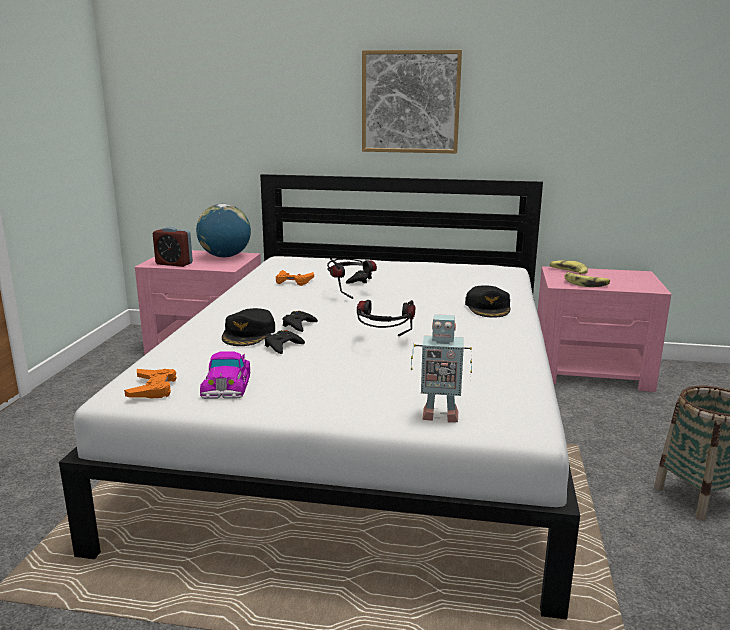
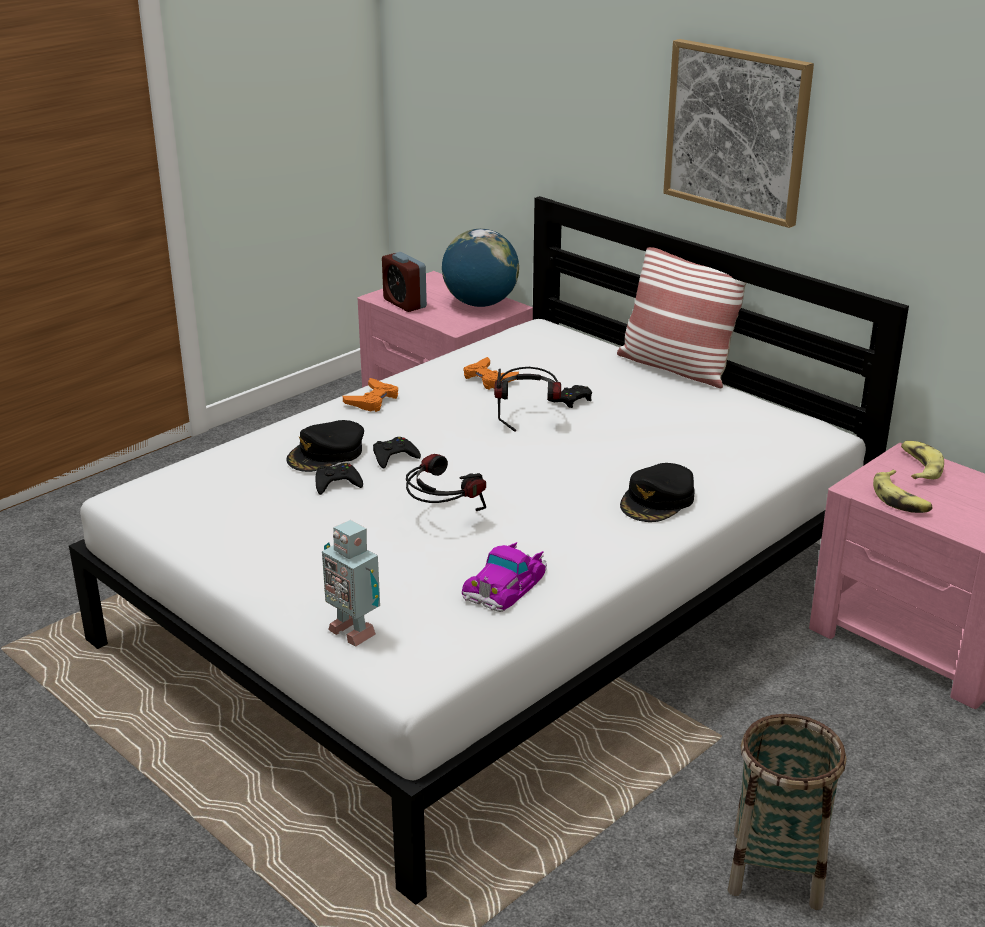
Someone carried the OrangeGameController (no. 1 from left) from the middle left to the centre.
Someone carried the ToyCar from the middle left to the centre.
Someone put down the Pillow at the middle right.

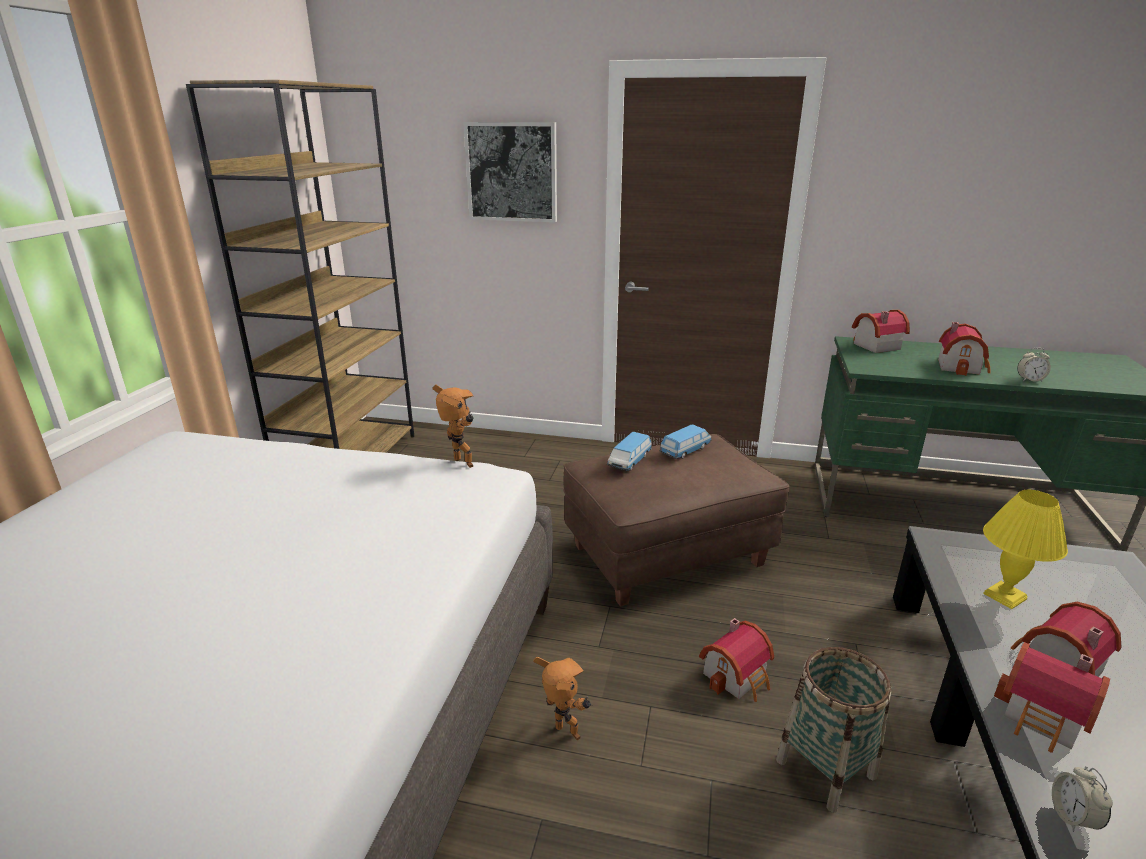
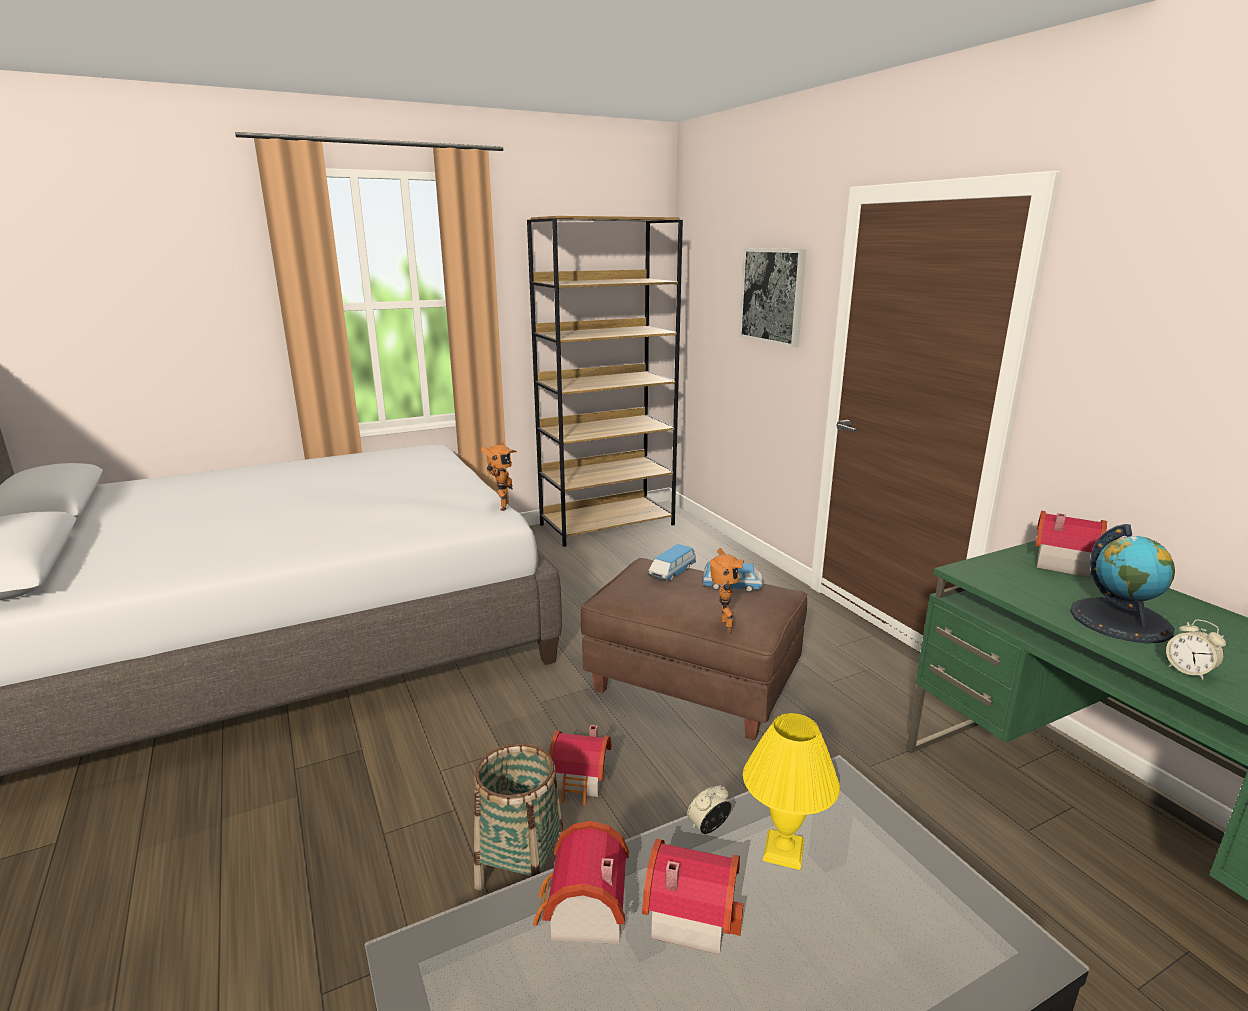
Someone carried the ToyRobot (no. 2 from left) from the bottom centre to the centre.
Someone rotated the ToyCar (no. 1 from left) at the centre by 45 degrees counterclockwise.
Someone swapped the ToyHouse (no. 3 from left) at the middle right for the Globe at the middle right.
Someone carried the AlarmClock (no. 2 from left in the first image) from the bottom right to the bottom centre.

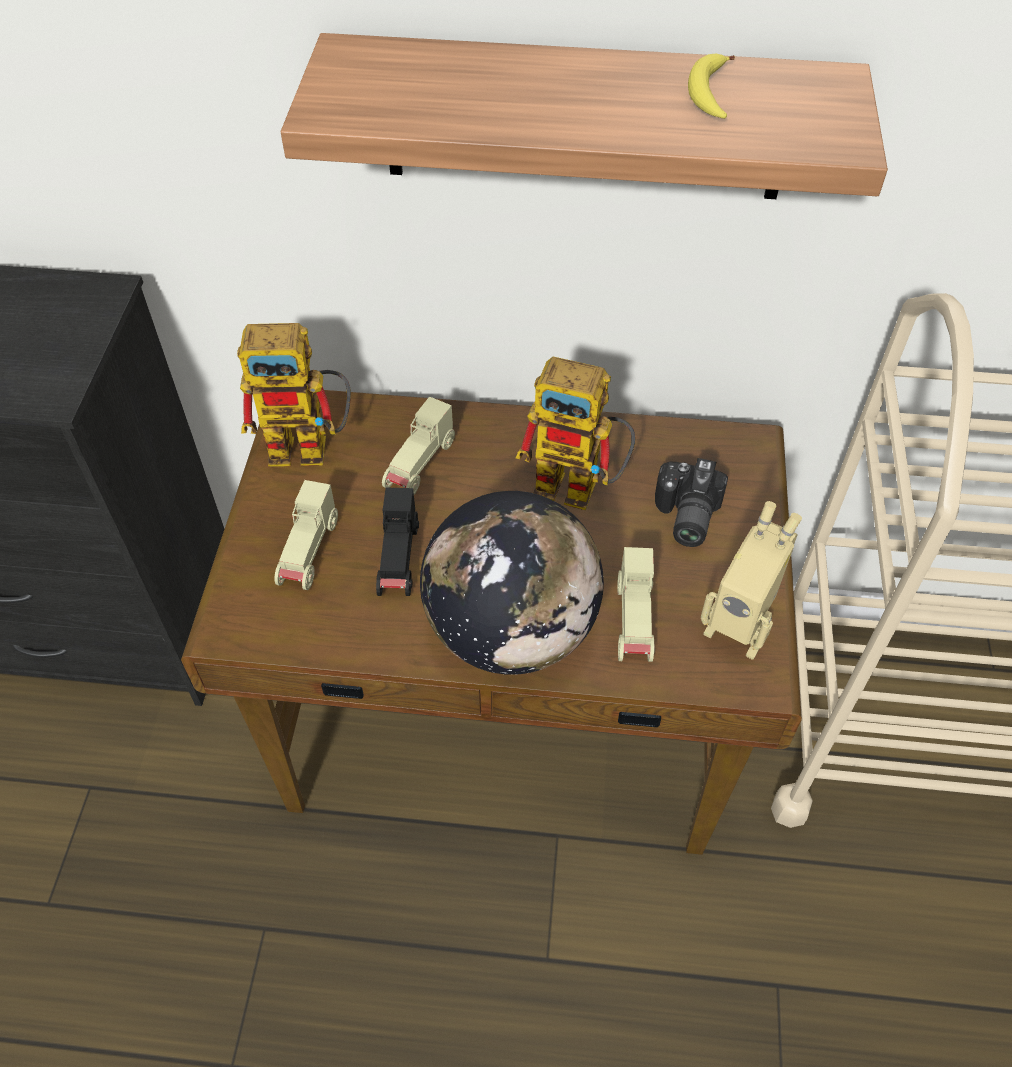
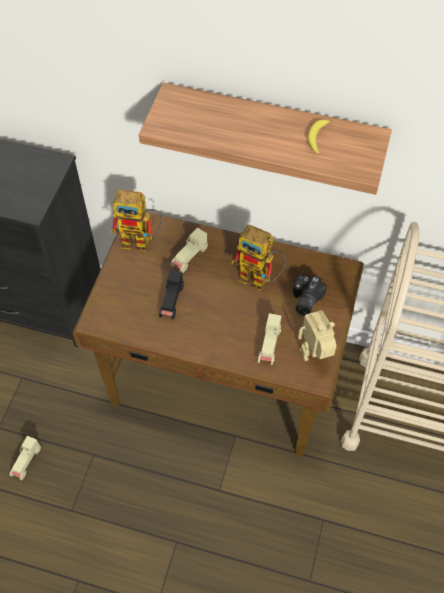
Someone carried the BeigeToyCar (no. 1 from left) from the middle left to the bottom left.
Someone took away the Globe at the centre.
Someone rotated the ToyRobot (no. 3 from left) at the middle right by 120 degrees clockwise.

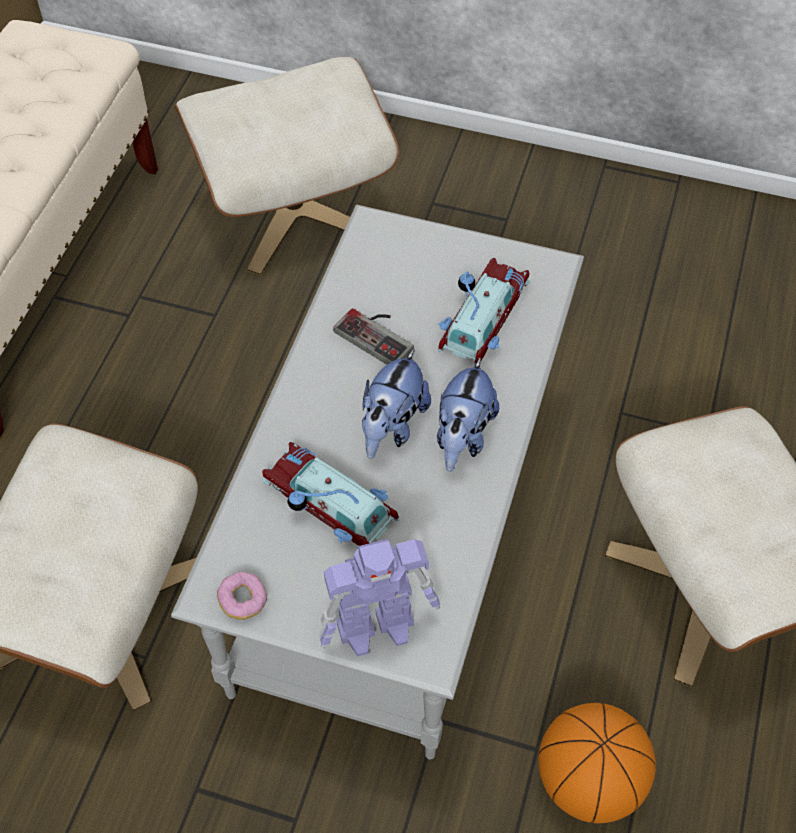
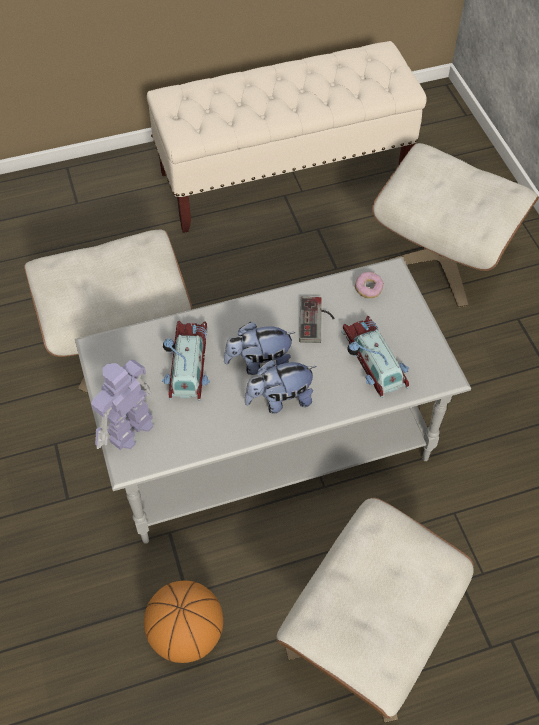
Someone carried the Donut from the bottom left to the middle right.
Someone rotated the ToyRobot at the bottom centre by 90 degrees clockwise.
Someone rotated the ToyCar (no. 2 from left) at the centre by 105 degrees counterclockwise.

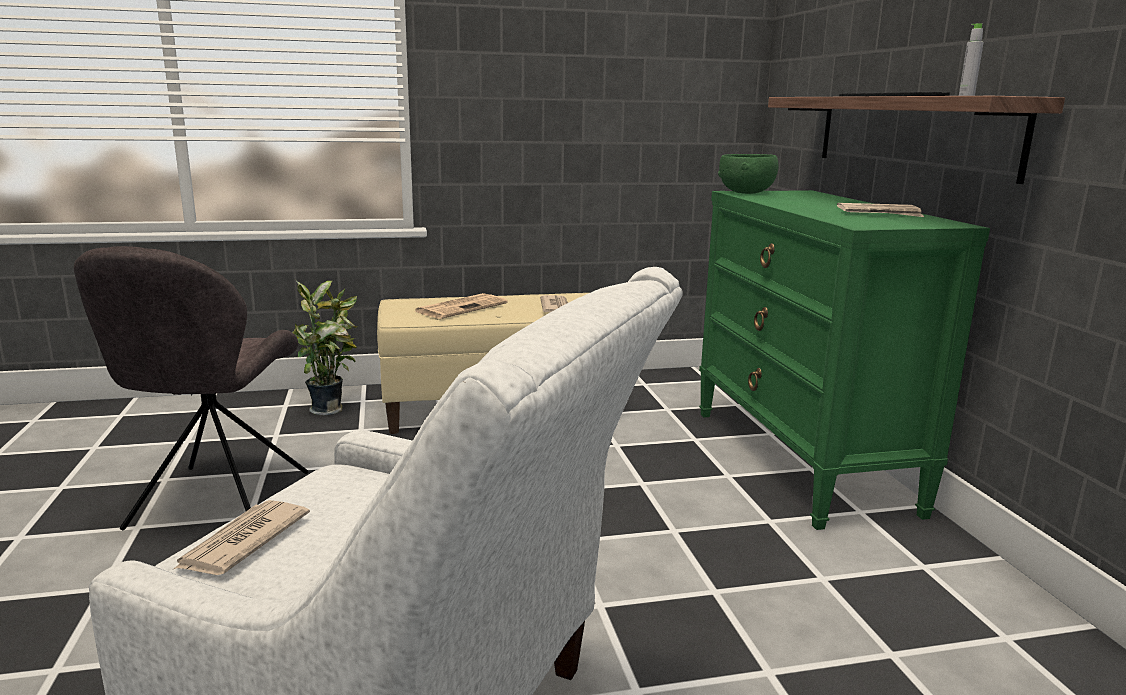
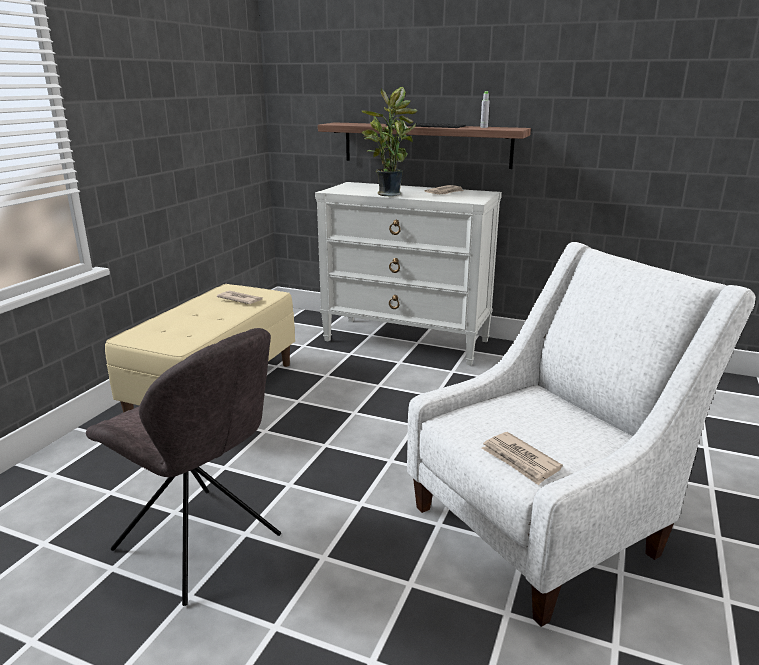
Someone carried the PottedPlant from the middle left to the top centre.
Someone took away the Newspaper (no. 2 from left) at the centre.
Someone repainted the GreenDresser at the middle right, which became the WhiteDresser at the centre.
Someone took away the GreenBowl at the top centre.

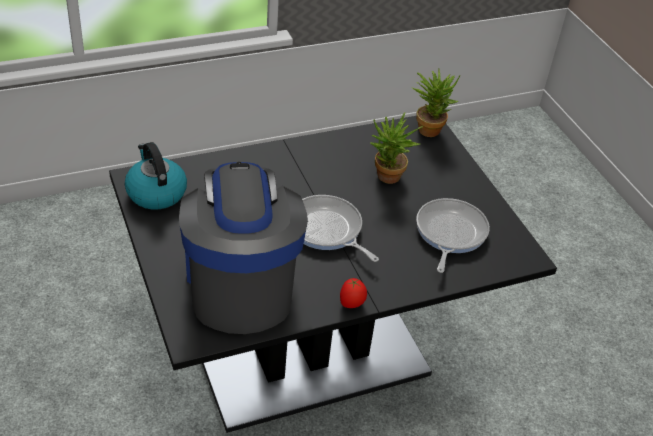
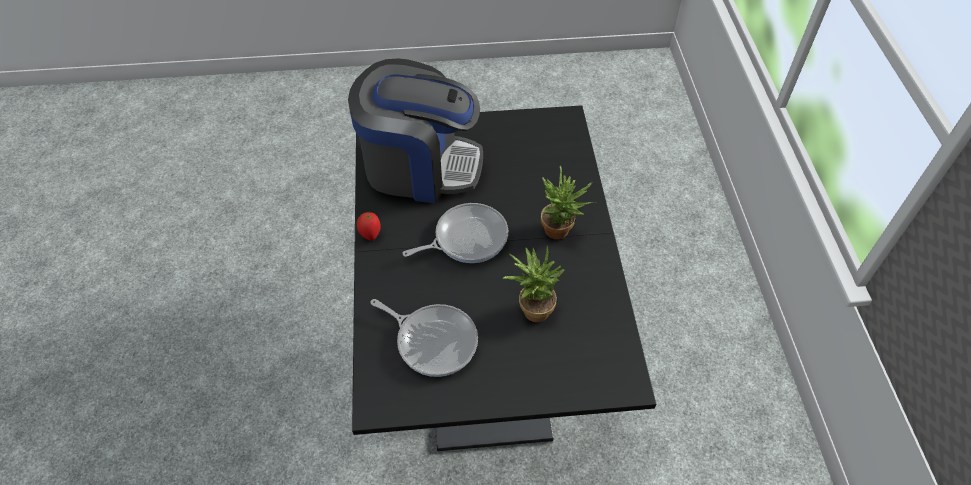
Someone took away the Kettle at the middle left.
Someone carried the PottedPlant (no. 2 from left) from the top right to the centre.

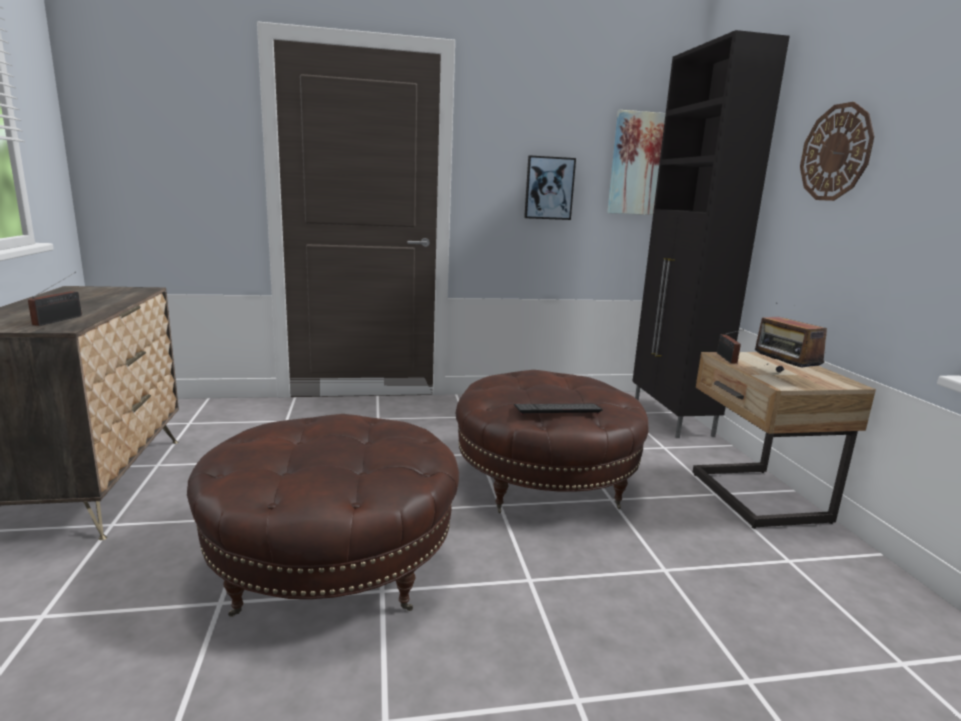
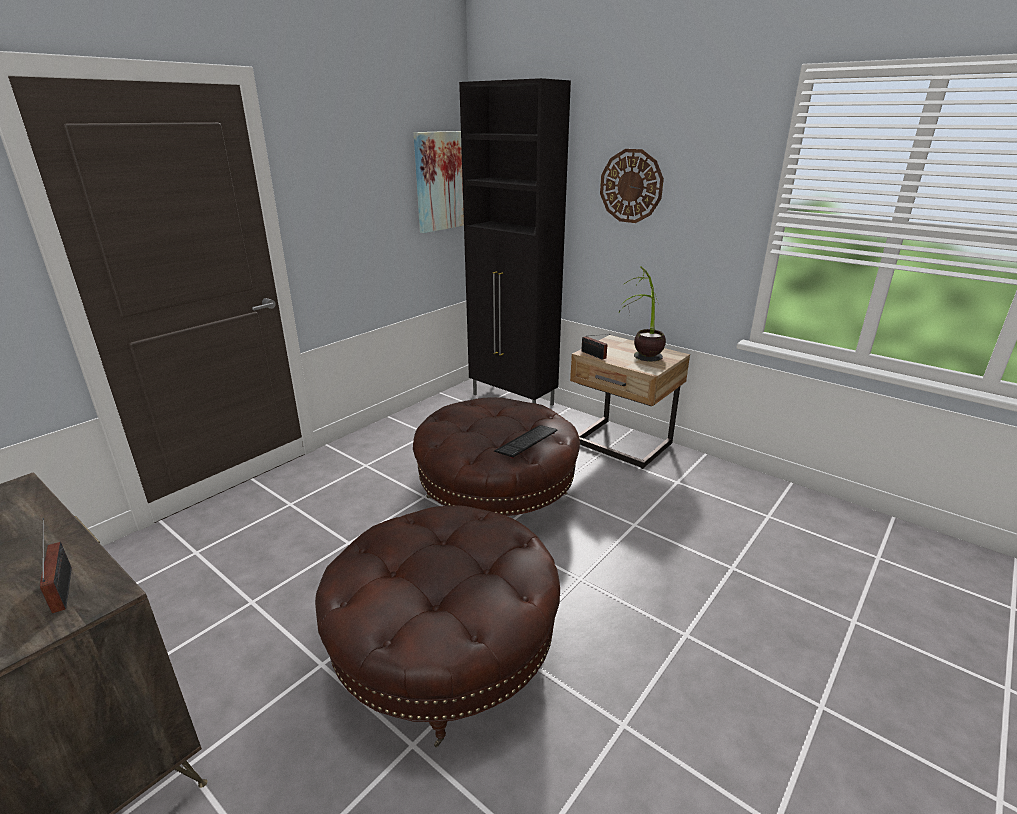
Someone took away the Picture (no. 1 from left) at the top centre.
Someone swapped the Radio (no. 3 from left) at the middle right for the PottedPlant at the centre.

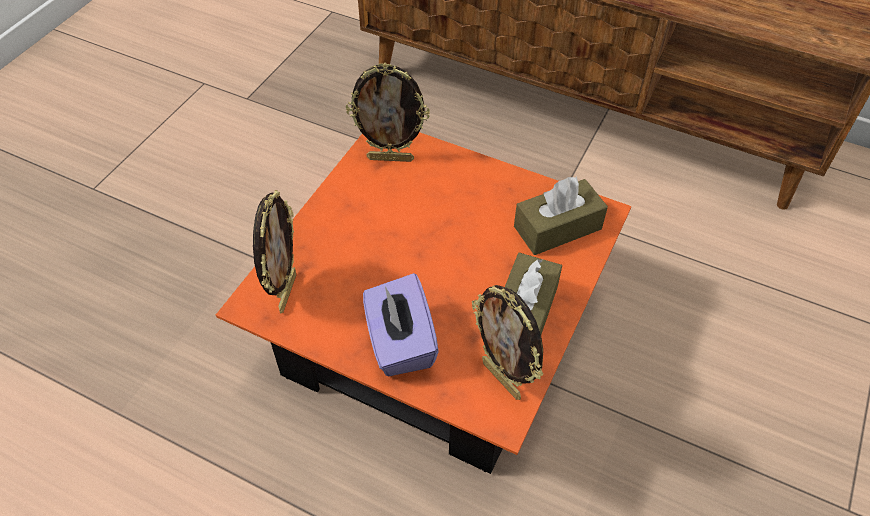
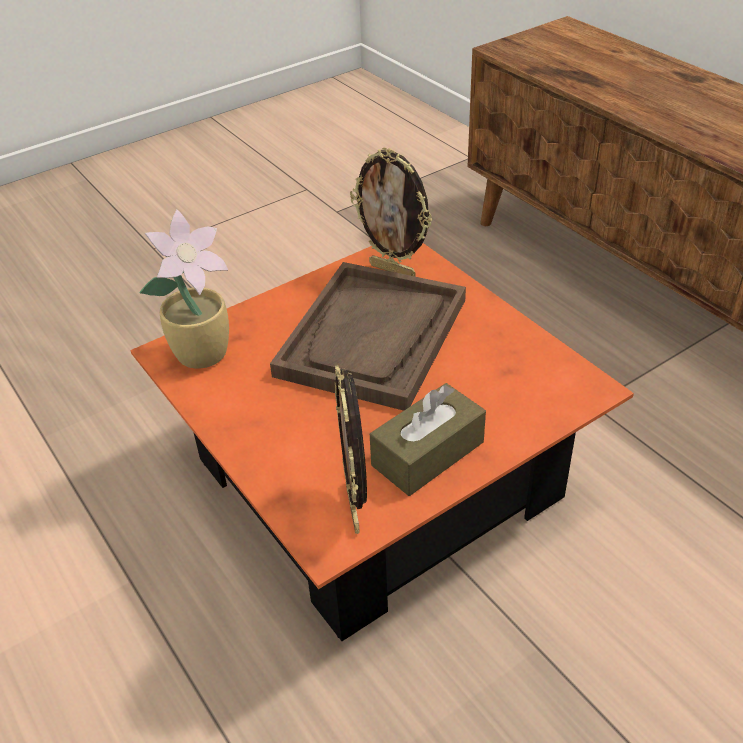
Someone swapped the PictureFrame (no. 1 from left) at the middle left for the PottedPlant at the middle left.
Someone took away the PurpleTissueBox at the centre.
Someone took away the BrownTissueBox (no. 2 from left) at the centre.
Someone put down the BrownTray at the centre.

